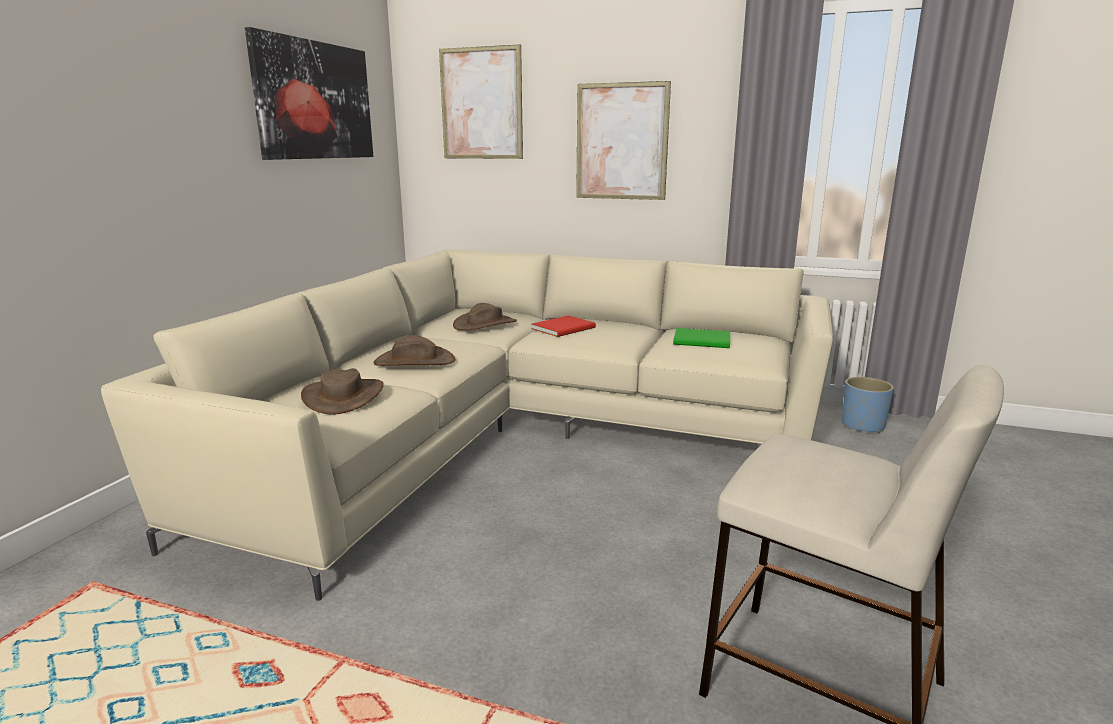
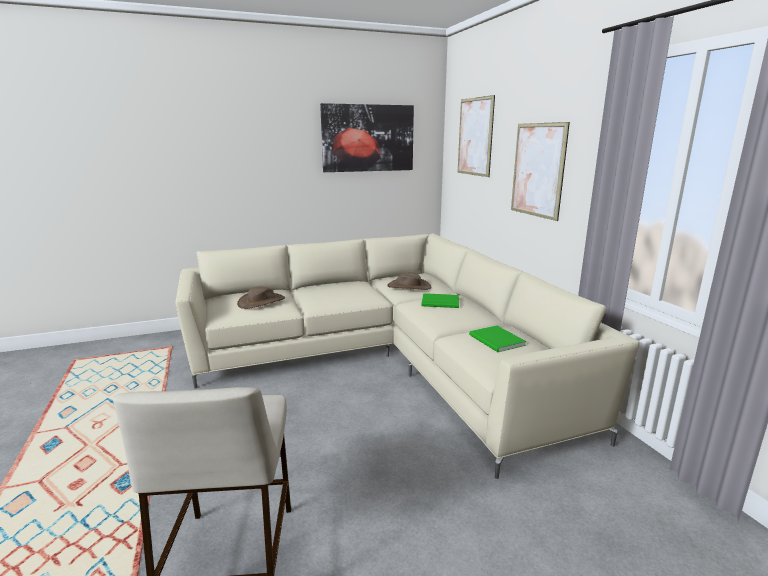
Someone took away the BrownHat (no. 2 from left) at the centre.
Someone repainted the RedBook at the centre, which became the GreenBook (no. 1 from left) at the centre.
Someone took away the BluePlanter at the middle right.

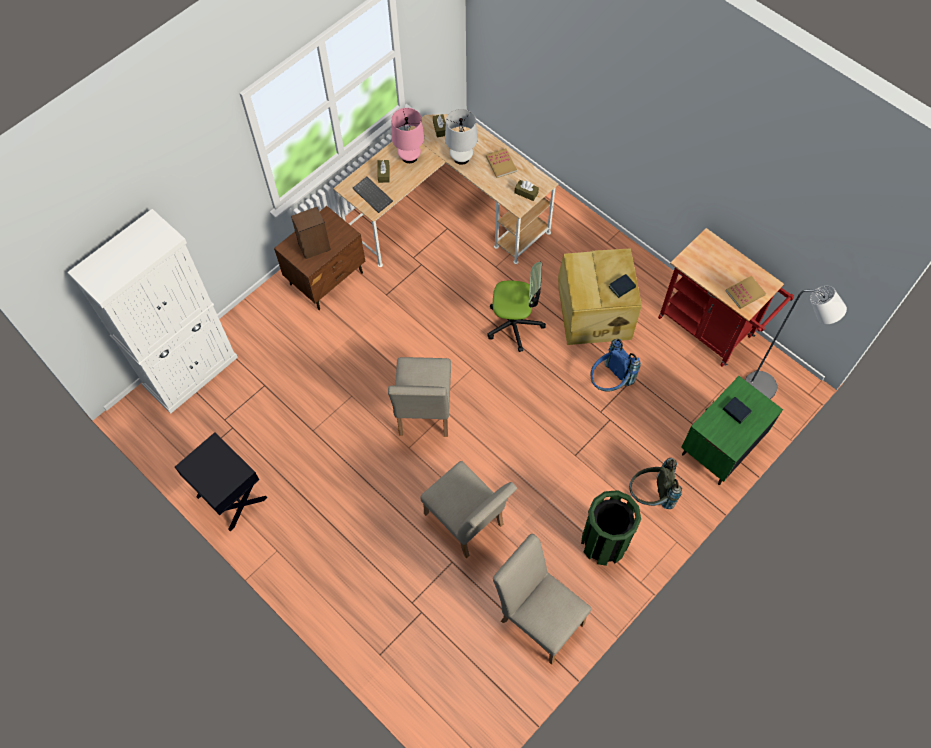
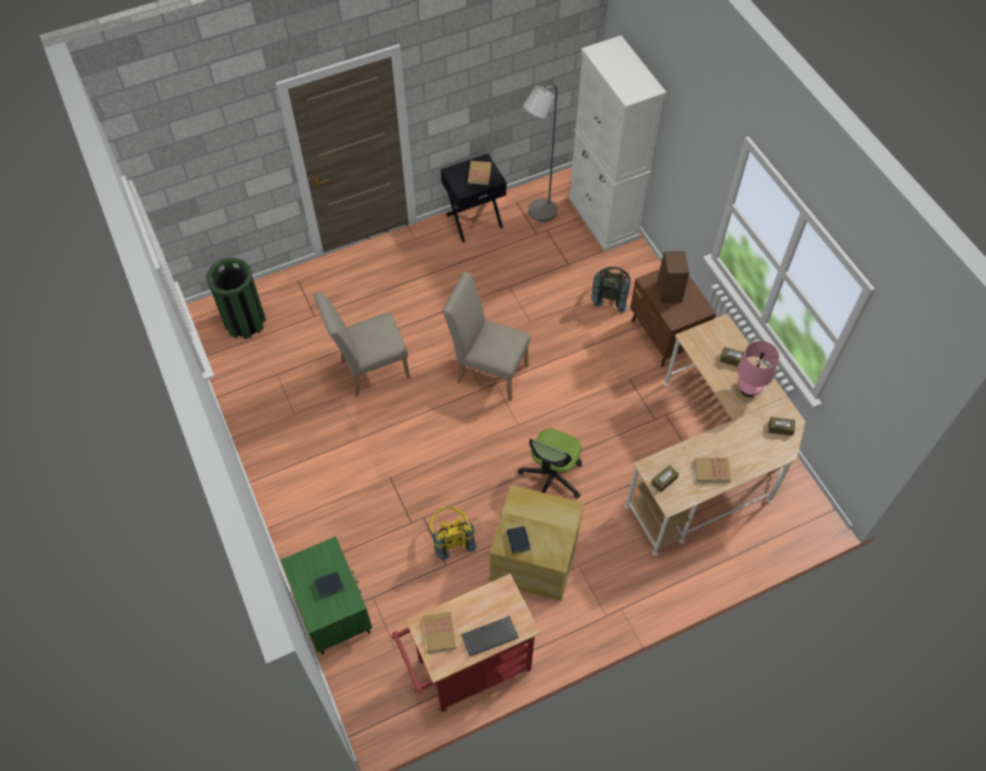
Someone carried the Keyboard from the top centre to the bottom centre.
Someone took away the WhiteTableLamp at the top centre.
Someone took away the BeigeChair (no. 3 from left) at the bottom centre.
Someone carried the GreenTrashCan from the bottom centre to the middle left.
Someone repainted the BlueBackpack at the centre, which became the YellowBackpack at the bottom centre.
Someone carried the GreyBackpack from the middle right to the centre.
Someone carried the GreyFloorLamp from the middle right to the top centre.
Someone put down the Book (no. 3 from left) at the top centre.

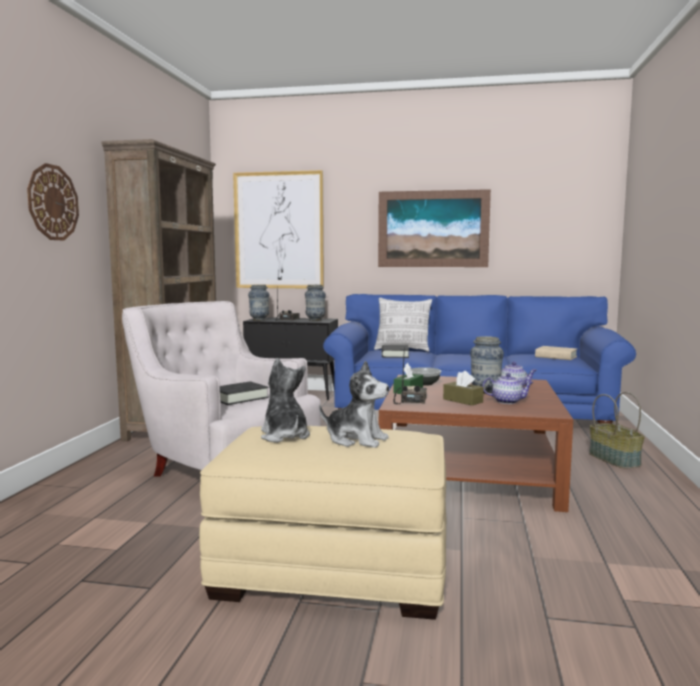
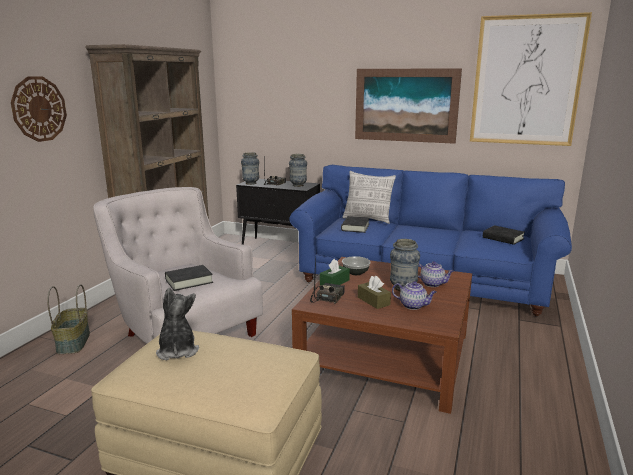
Someone carried the Picture (no. 1 from left in the first image) from the centre to the top right.
Someone took away the PlushToy (no. 2 from left) at the centre.
Someone repainted the BeigeBook at the middle right, which became the BlackBook (no. 3 from left) at the middle right.
Someone carried the Basket from the middle right to the bottom left.

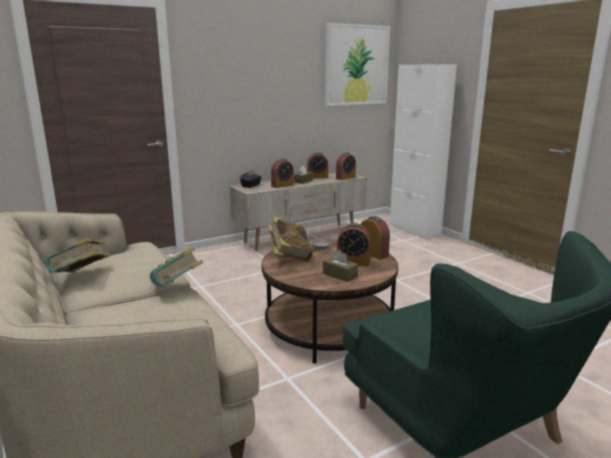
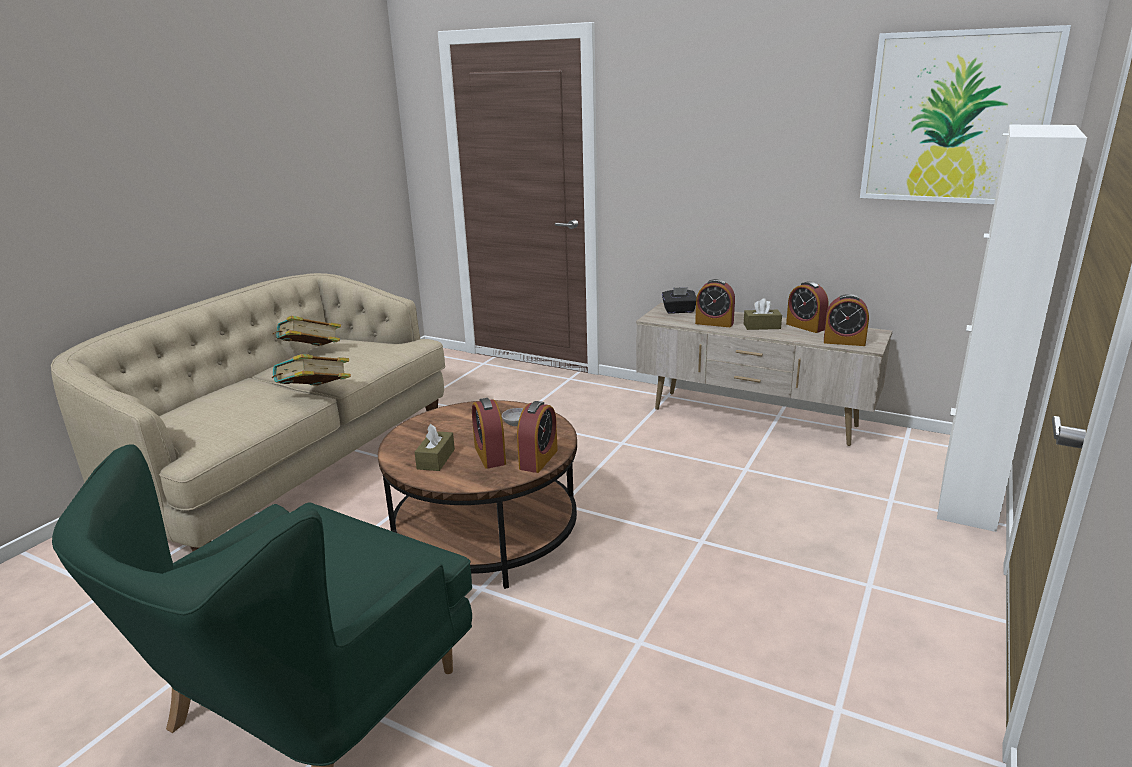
Someone took away the Book (no. 3 from left) at the centre.

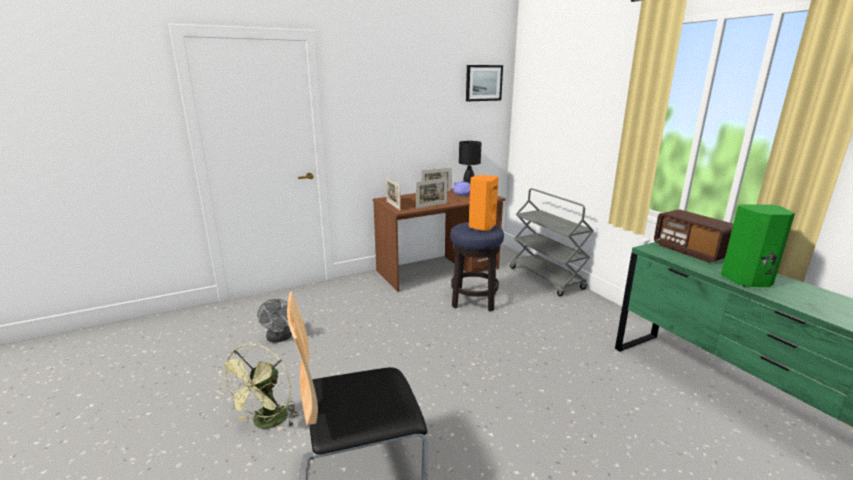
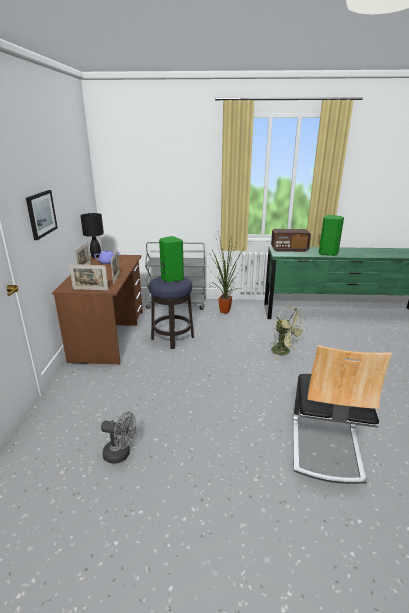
Someone carried the GreenFan from the bottom left to the middle right.
Someone carried the Picture from the top centre to the middle left.
Someone repainted the OrangeSpeaker at the centre, which became the GreenSpeaker (no. 1 from left) at the centre.
Someone put down the PottedPlant at the centre.

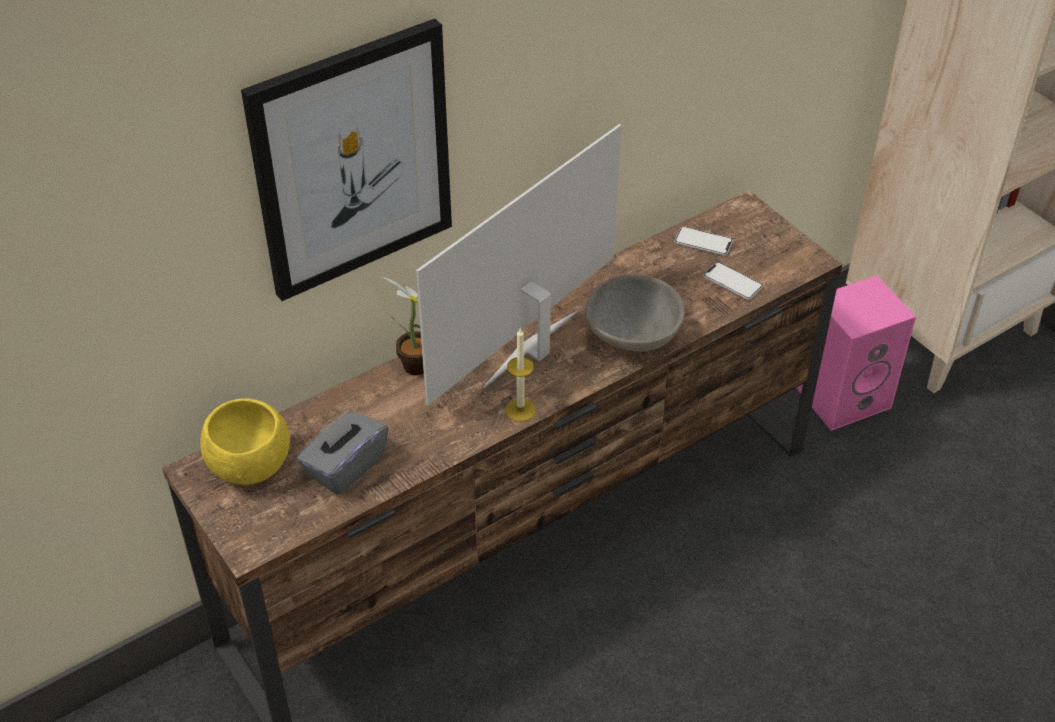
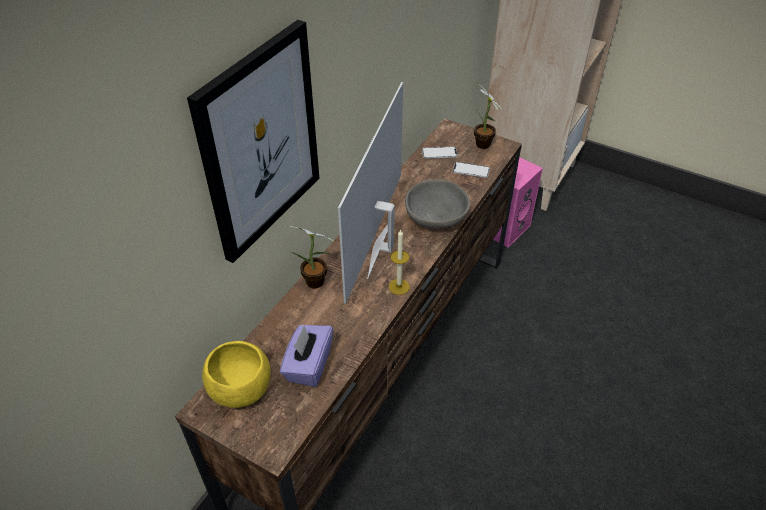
Someone repainted the GreyTissueBox at the middle left, which became the PurpleTissueBox at the bottom centre.
Someone put down the PottedPlant (no. 2 from left) at the top centre.

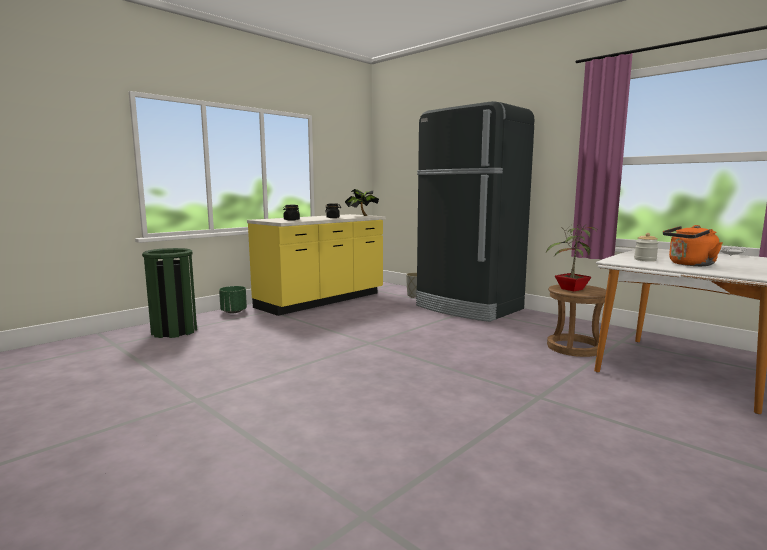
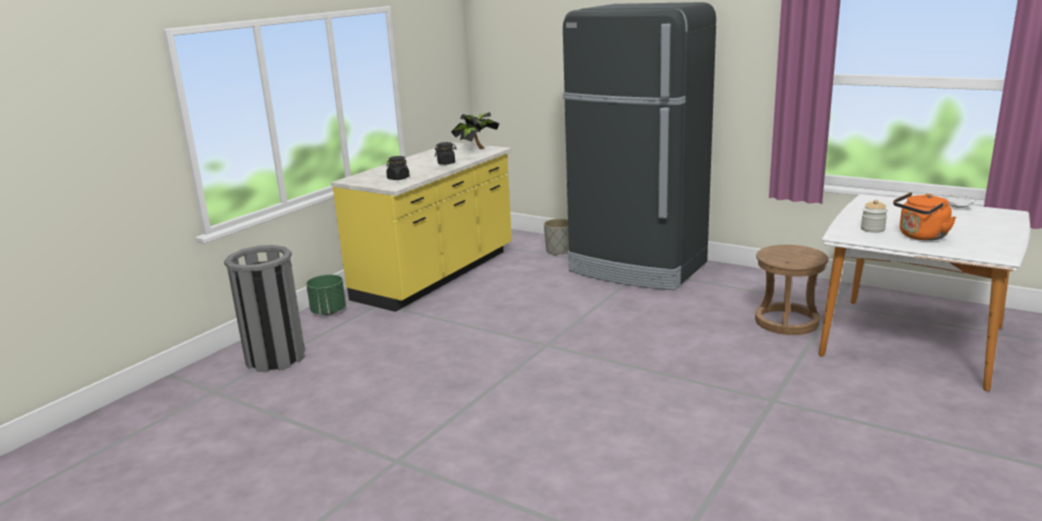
Someone repainted the GreenTrashCan at the middle left, which became the GreyTrashCan at the middle left.
Someone took away the PottedPlant (no. 2 from left) at the middle right.

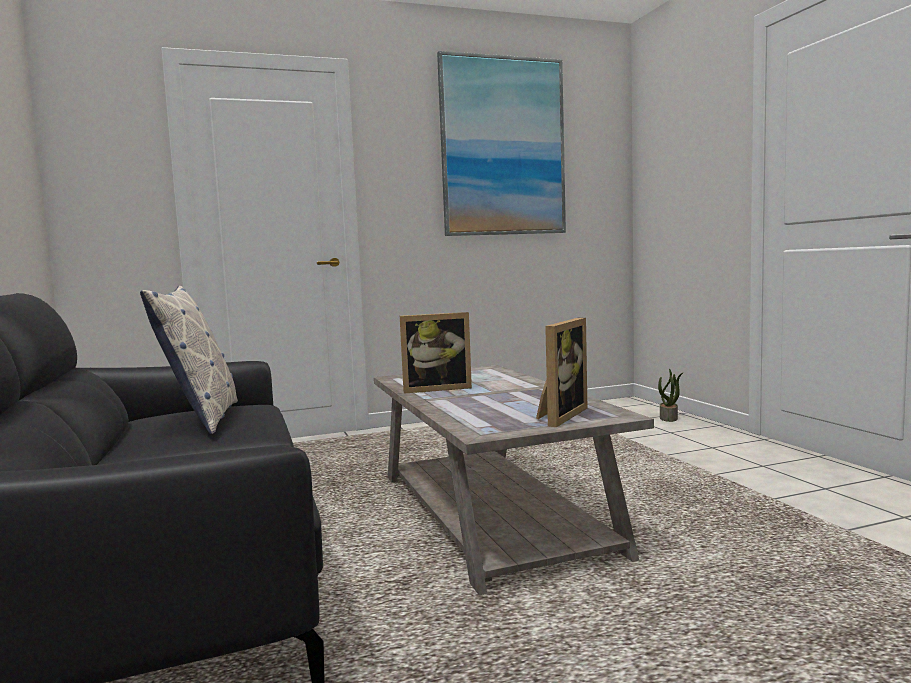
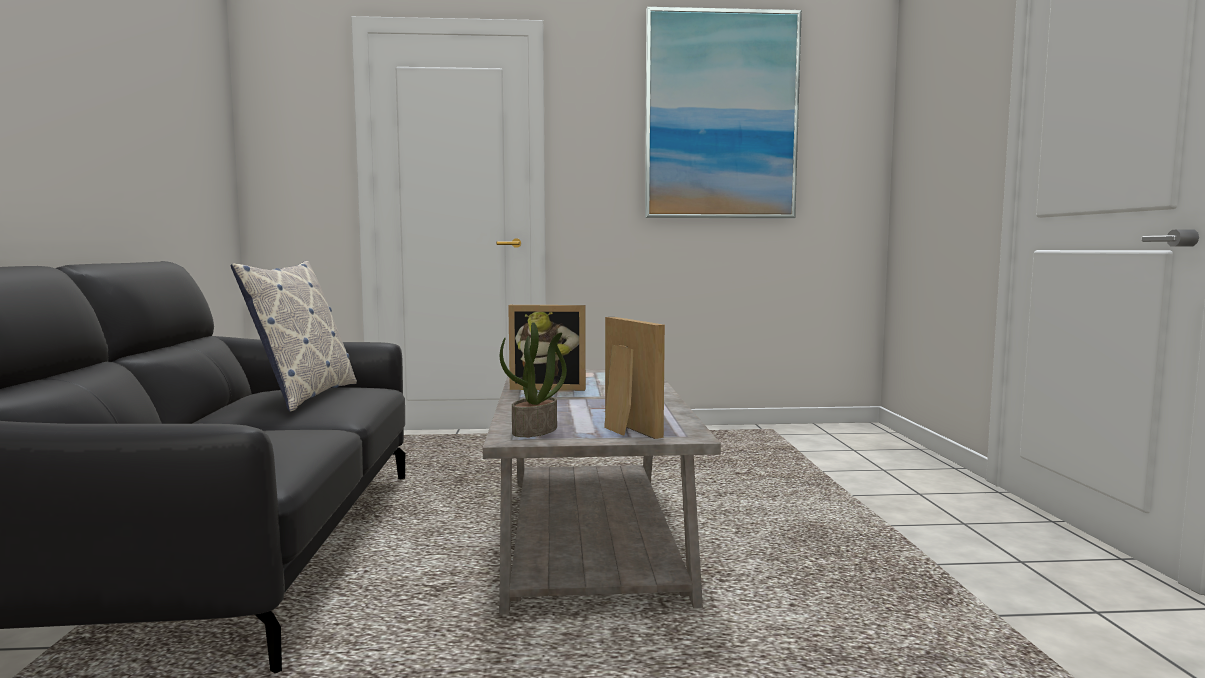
Someone rotated the PictureFrame (no. 2 from left) at the centre by 75 degrees counterclockwise.
Someone carried the PottedPlant from the middle right to the centre.

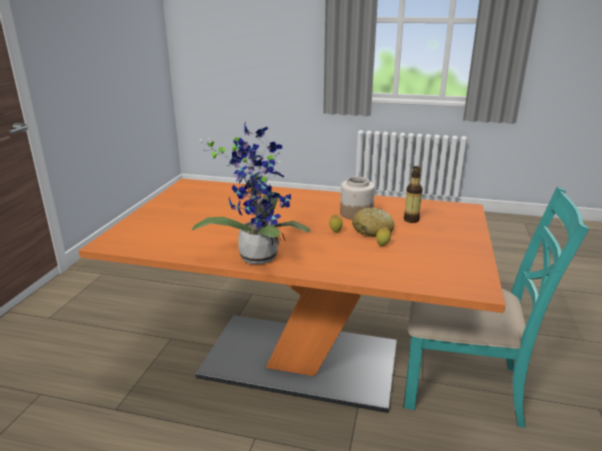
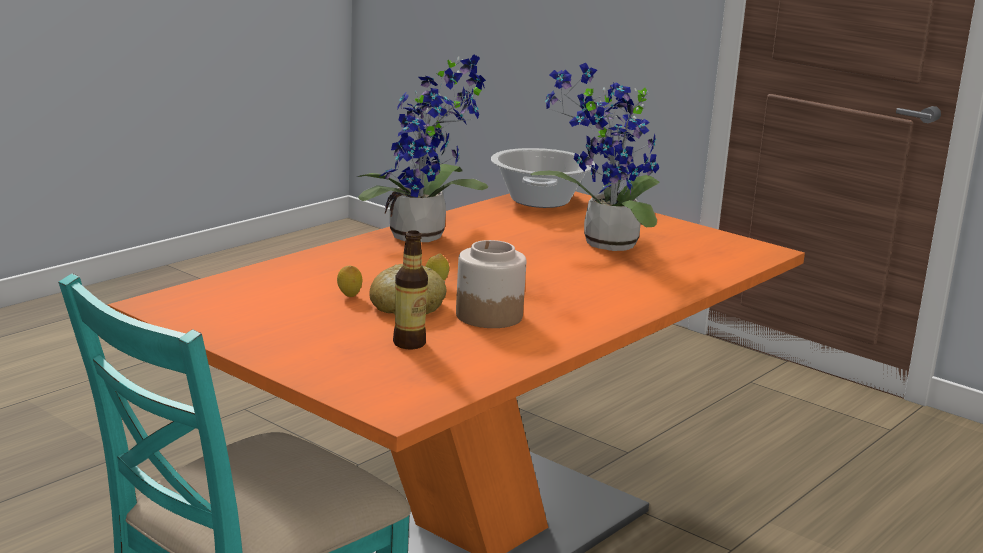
Someone put down the CookingPot at the top centre.
Someone put down the PottedPlant (no. 2 from left) at the top centre.

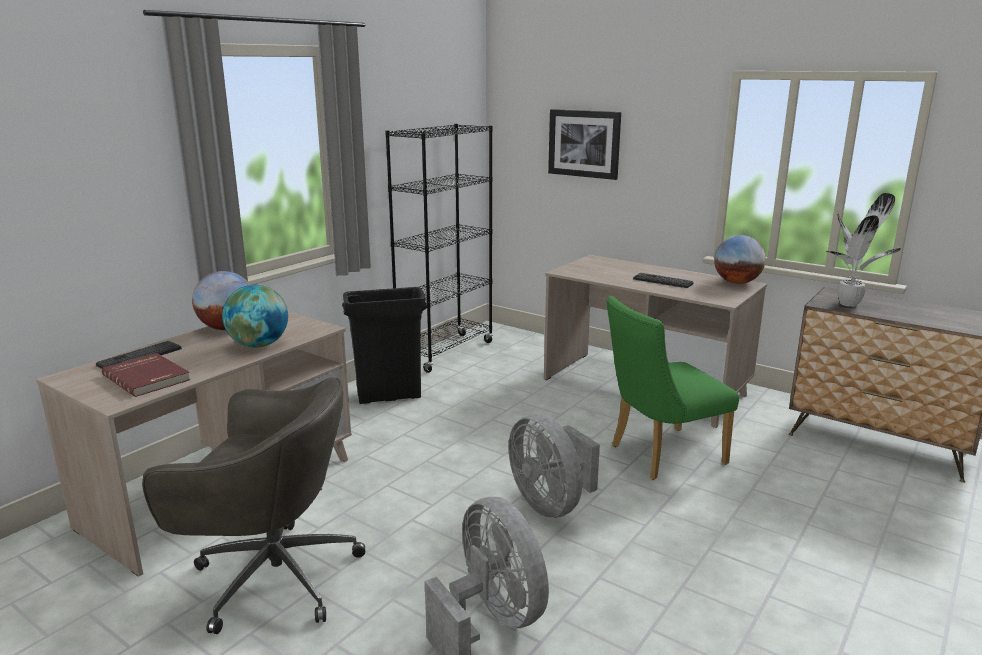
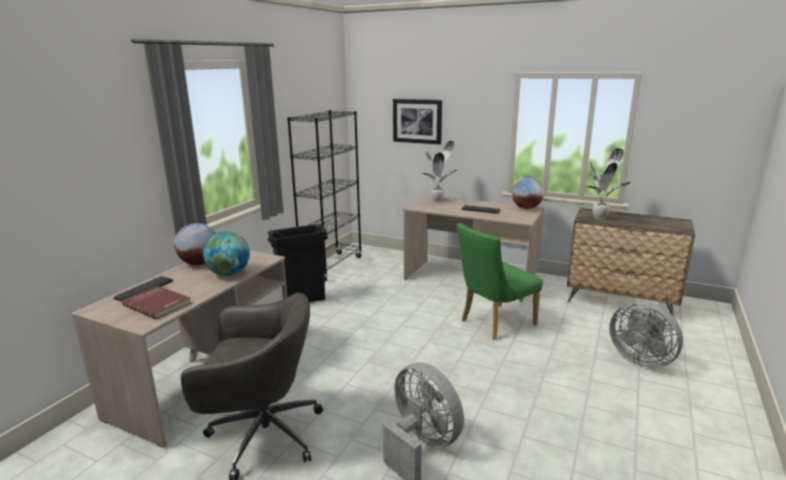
Someone carried the GreyFan (no. 2 from left) from the bottom centre to the bottom right.
Someone put down the PottedPlant (no. 1 from left) at the centre.

